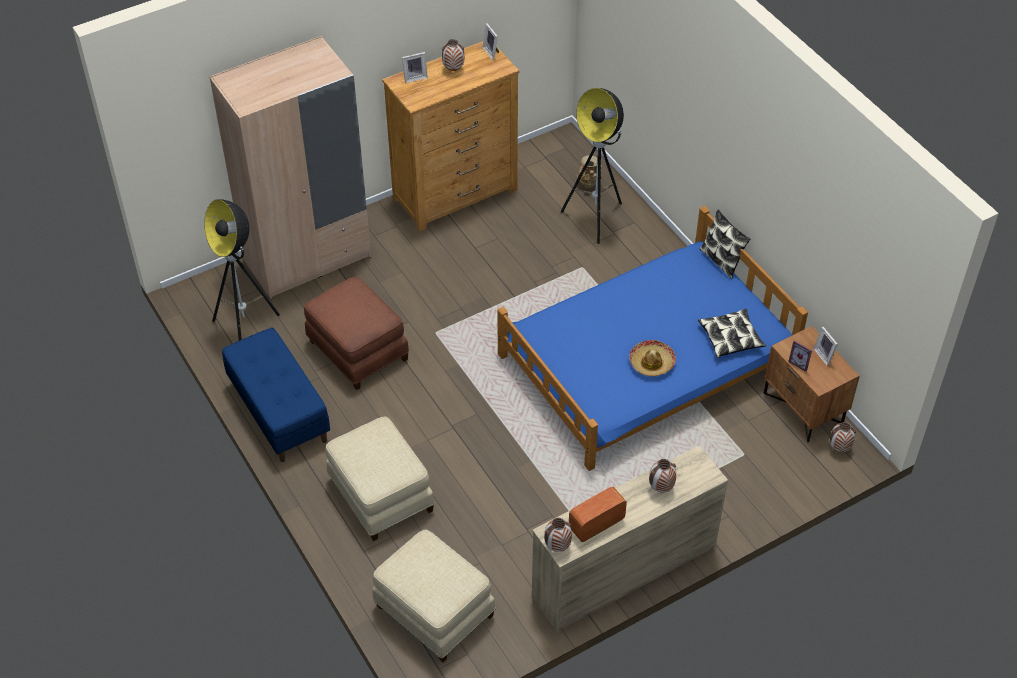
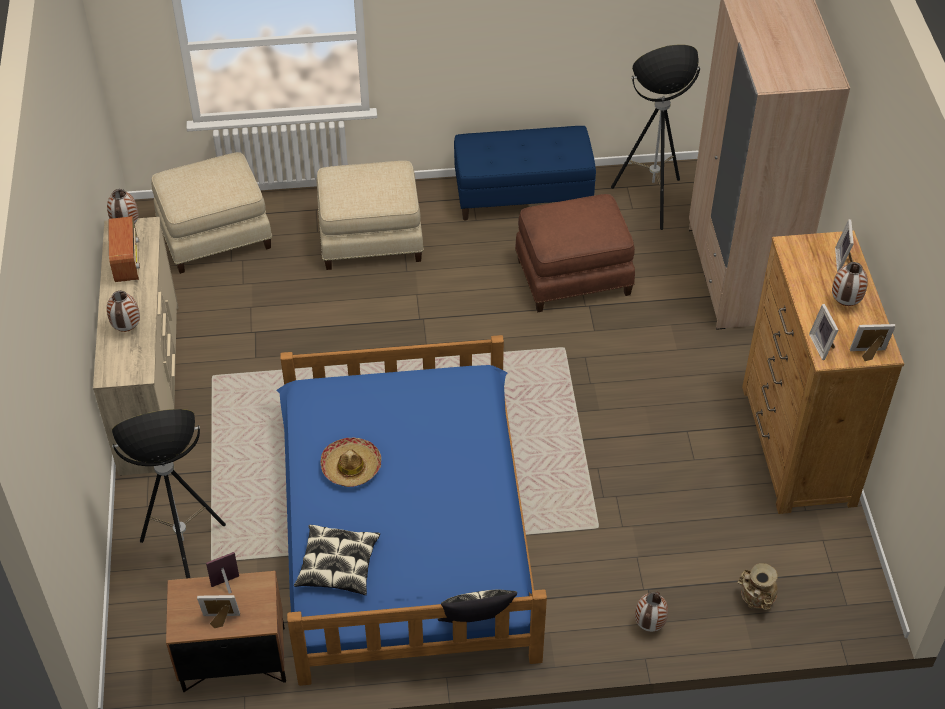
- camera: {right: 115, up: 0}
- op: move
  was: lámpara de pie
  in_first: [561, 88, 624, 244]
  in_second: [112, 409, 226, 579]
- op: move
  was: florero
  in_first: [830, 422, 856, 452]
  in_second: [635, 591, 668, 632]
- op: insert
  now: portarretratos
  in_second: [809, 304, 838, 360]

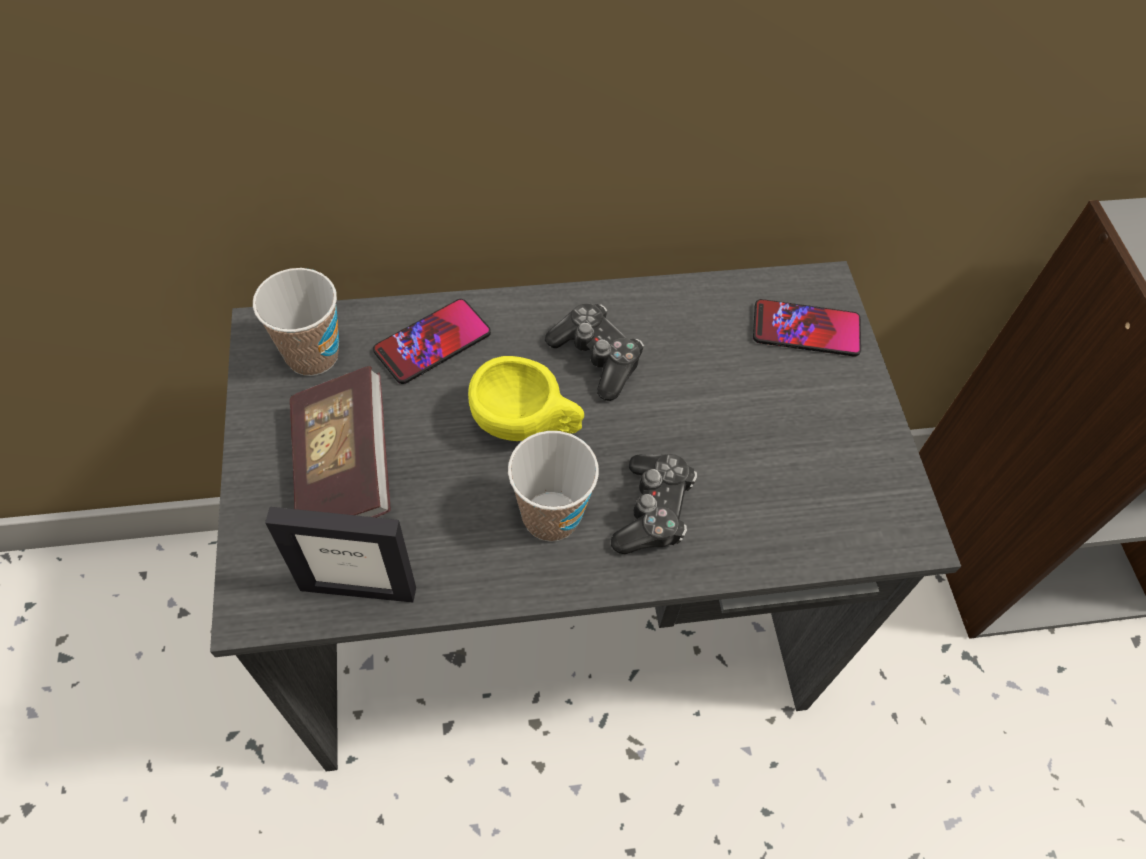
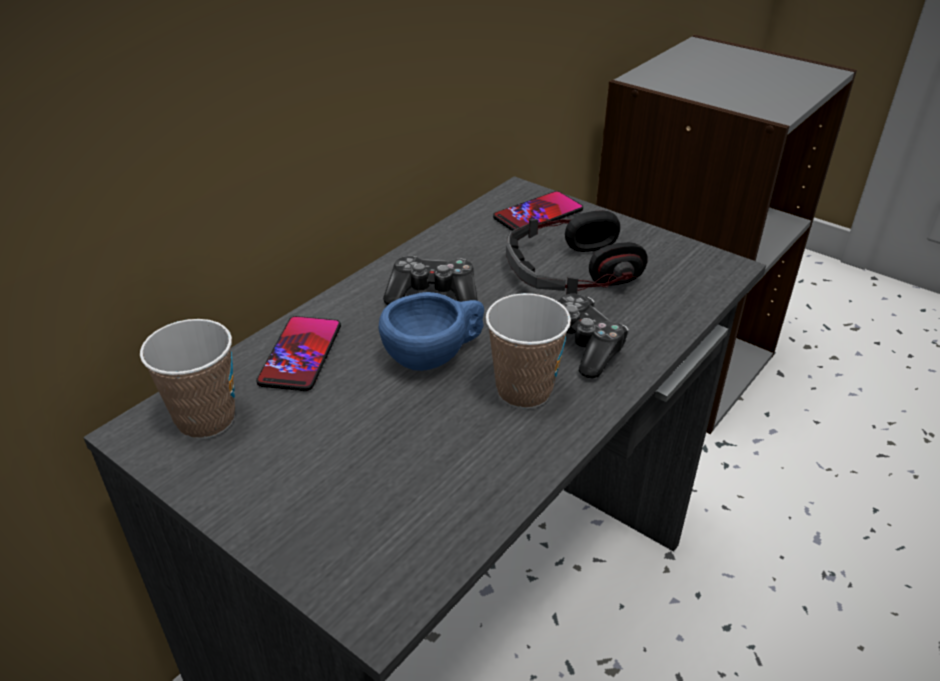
- camera: {right: -40, up: -20}
- op: recolor
  was: taza (amarillo)
  now: taza (azul)
  in_first: [468, 356, 584, 441]
  in_second: [379, 292, 484, 371]
- op: insert
  now: auriculares
  in_second: [506, 210, 648, 295]
- op: delete
  was: portarretratos
  in_first: [265, 507, 416, 603]
- op: delete
  was: libro
  in_first: [290, 366, 391, 518]

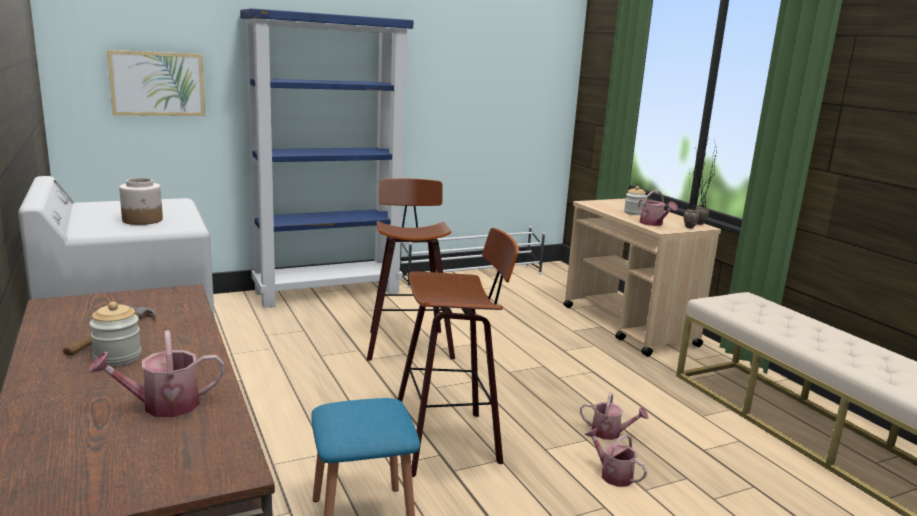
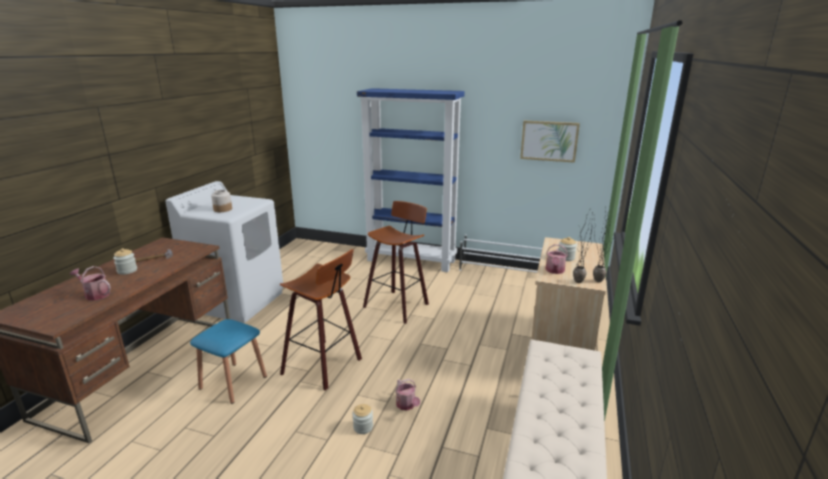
- camera: {right: 45, up: 5}
- op: replace
  was: regadera
  now: tarro
  in_first: [584, 428, 647, 487]
  in_second: [352, 404, 373, 434]
- op: move
  was: cuadro
  in_first: [107, 50, 205, 116]
  in_second: [520, 121, 580, 163]

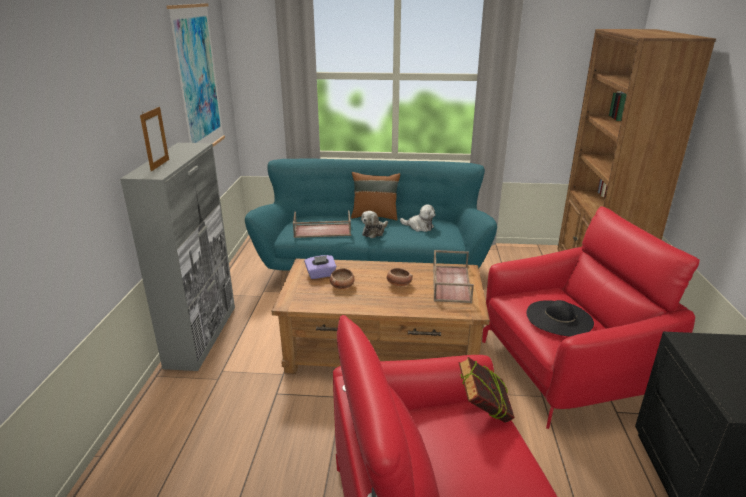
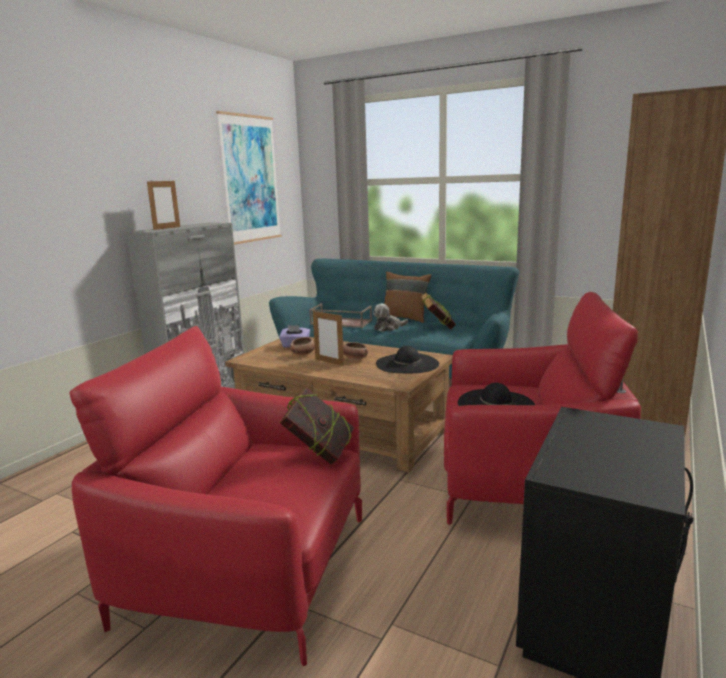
- camera: {right: 25, up: -10}
- op: insert
  now: portarretratos
  in_second: [313, 311, 344, 366]
- op: replace
  was: bandeja (marrón)
  now: sombrero (negro)
  in_first: [433, 250, 474, 303]
  in_second: [376, 346, 439, 373]
- op: replace
  was: peluche
  now: libro
  in_first: [400, 204, 435, 232]
  in_second: [421, 292, 456, 329]

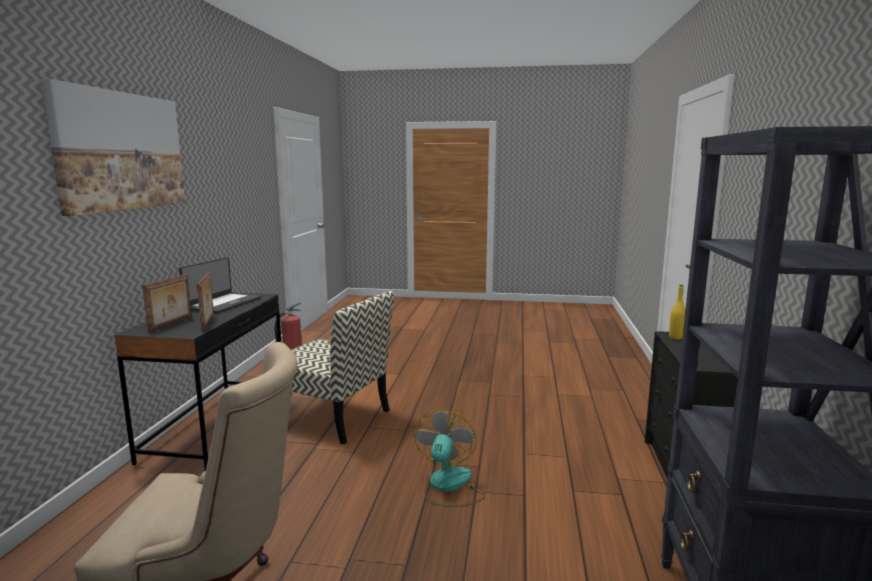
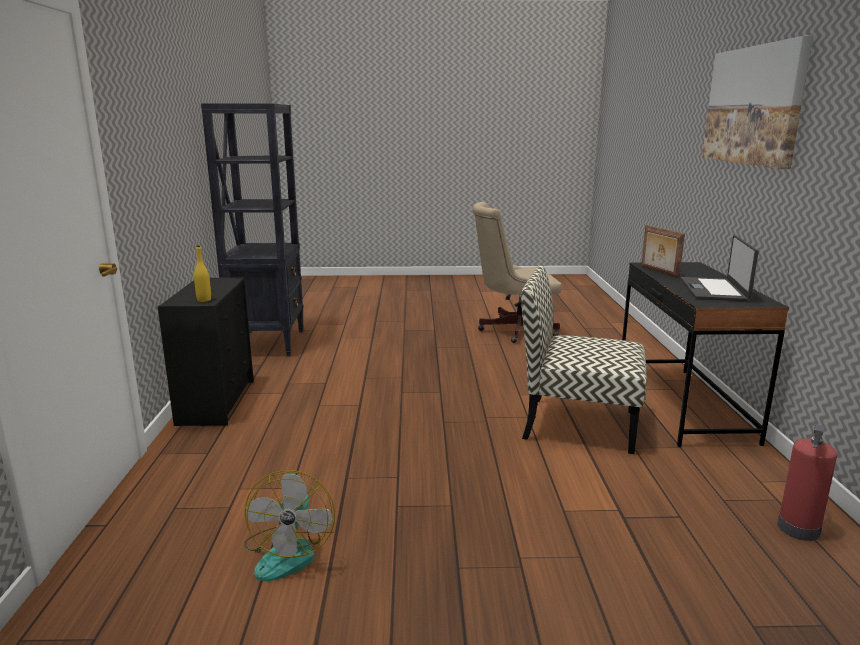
- camera: {right: 170, up: 5}
- op: move
  was: ventilador
  in_first: [413, 410, 485, 507]
  in_second: [244, 470, 335, 581]
- op: delete
  was: portarretratos
  in_first: [142, 274, 192, 332]

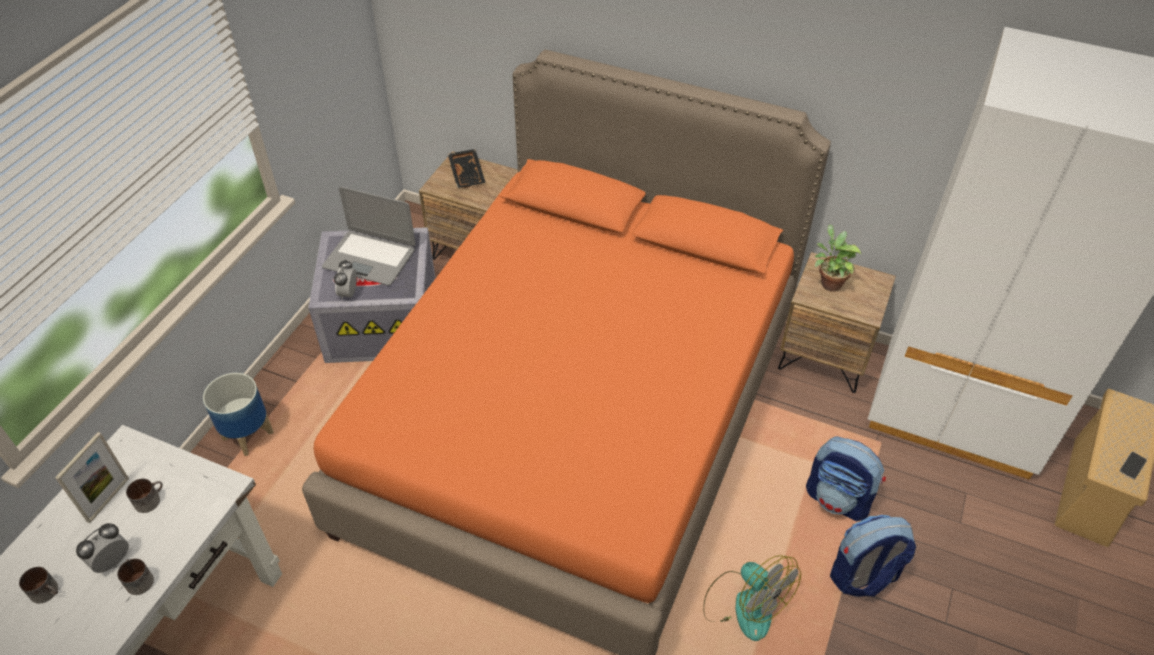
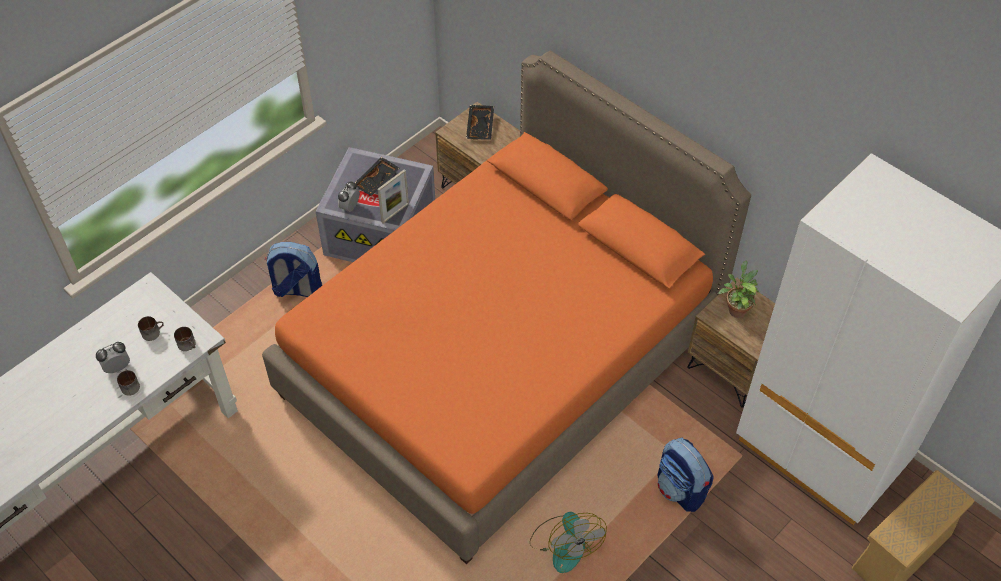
- camera: {right: 20, up: 5}
- op: move
  was: taza grande
  in_first: [19, 567, 58, 603]
  in_second: [174, 327, 196, 351]
- op: move
  was: mochila
  in_first: [830, 515, 916, 596]
  in_second: [265, 242, 322, 297]
- op: replace
  was: portátil
  now: bandeja (negro)
  in_first: [322, 187, 416, 285]
  in_second: [355, 157, 400, 196]
- op: move
  was: portarretratos
  in_first: [55, 432, 129, 523]
  in_second: [377, 169, 409, 223]
- op: delete
  was: maceta
  in_first: [203, 373, 273, 456]
- op: delete
  was: móvil
  in_first: [1119, 452, 1147, 480]

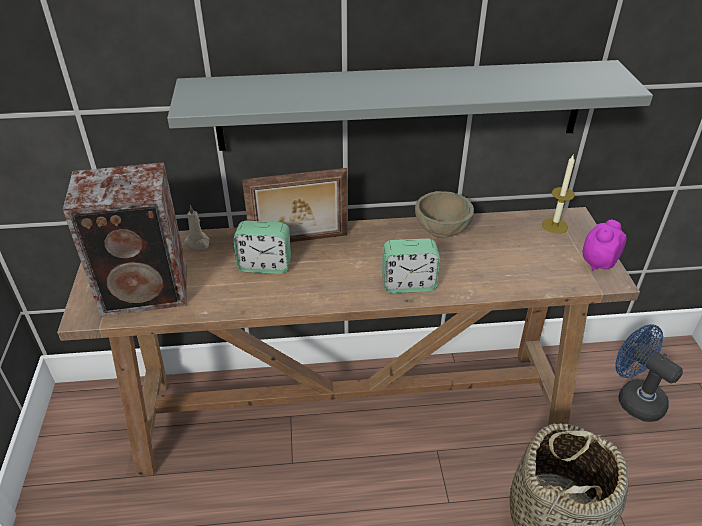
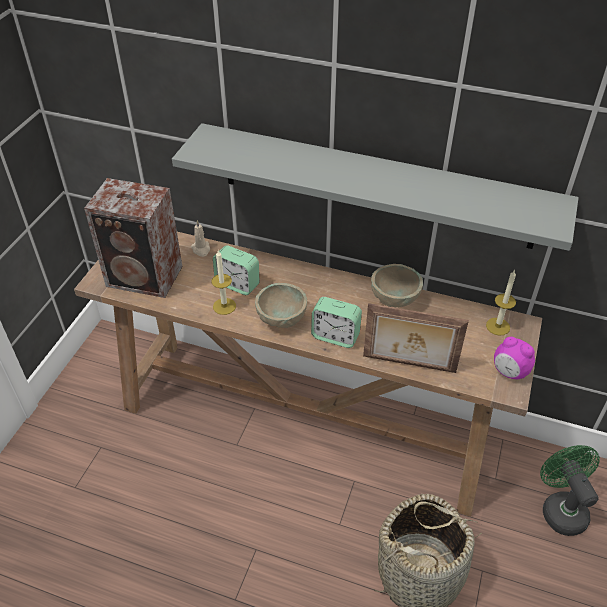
- camera: {right: 25, up: 5}
- op: insert
  now: vela
  in_second: [212, 250, 236, 315]
- op: insert
  now: cuenco (beis)
  in_second: [255, 283, 307, 328]
- op: move
  was: portarretratos
  in_first: [242, 168, 348, 242]
  in_second: [363, 303, 469, 373]
- op: rotate
  was: despertador
  in_first: [583, 220, 627, 271]
  in_second: [494, 337, 535, 379]
  clockwise: -120
- op: recolor
  was: ventilador (azul)
  now: ventilador (verde)
  in_first: [615, 324, 683, 422]
  in_second: [540, 445, 600, 536]

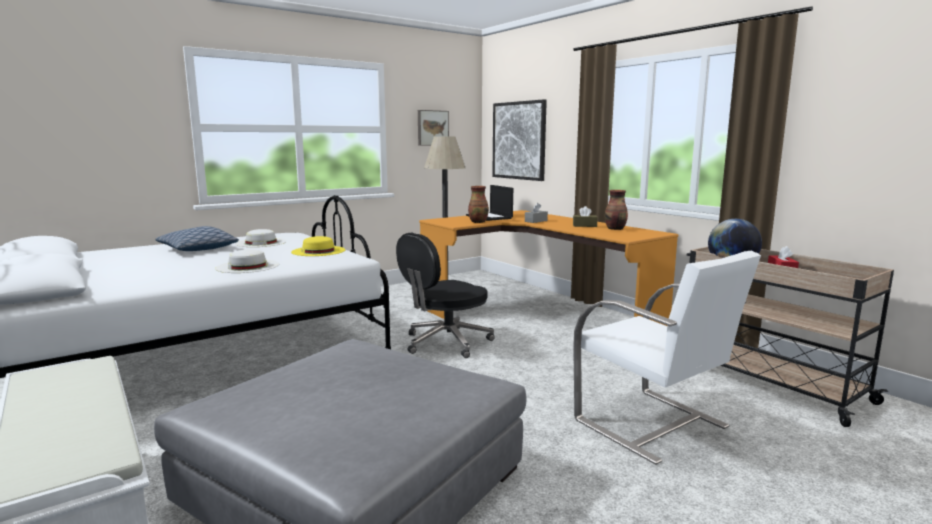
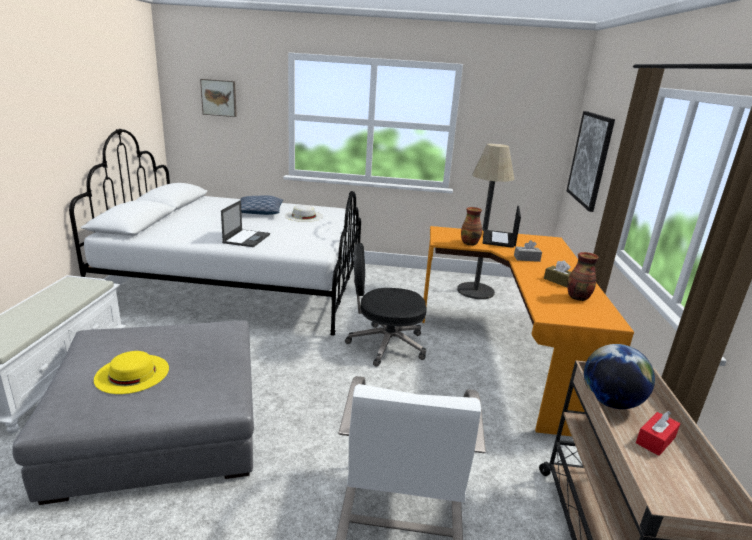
- camera: {right: 40, up: 10}
- op: move
  was: sombrero (amarillo)
  in_first: [291, 236, 345, 256]
  in_second: [94, 351, 169, 394]
- op: move
  was: cuadro
  in_first: [418, 110, 449, 146]
  in_second: [200, 79, 237, 117]
- op: replace
  was: sombrero (blanco)
  now: portátil
  in_first: [215, 249, 279, 273]
  in_second: [221, 200, 270, 247]

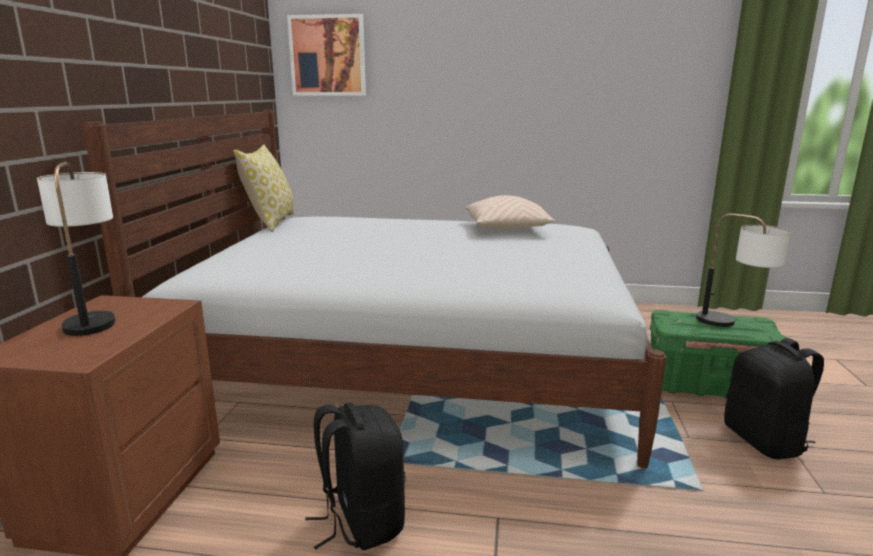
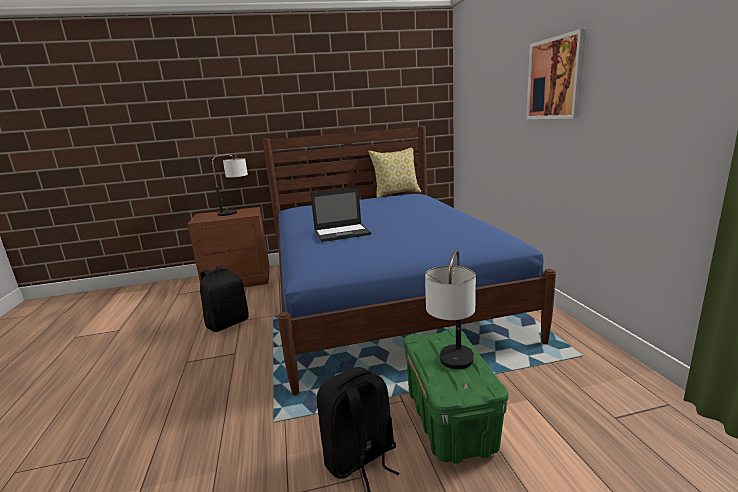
- camera: {right: 70, up: 0}
- op: recolor
  was: cama (blanco)
  now: cama (azul)
  in_first: [83, 109, 666, 468]
  in_second: [263, 126, 556, 395]
- op: insert
  now: portátil
  in_second: [311, 188, 371, 242]
- op: move
  was: cuadro
  in_first: [287, 14, 366, 96]
  in_second: [526, 29, 586, 119]
- op: delete
  was: cojín (beis)
  in_first: [465, 195, 555, 229]

